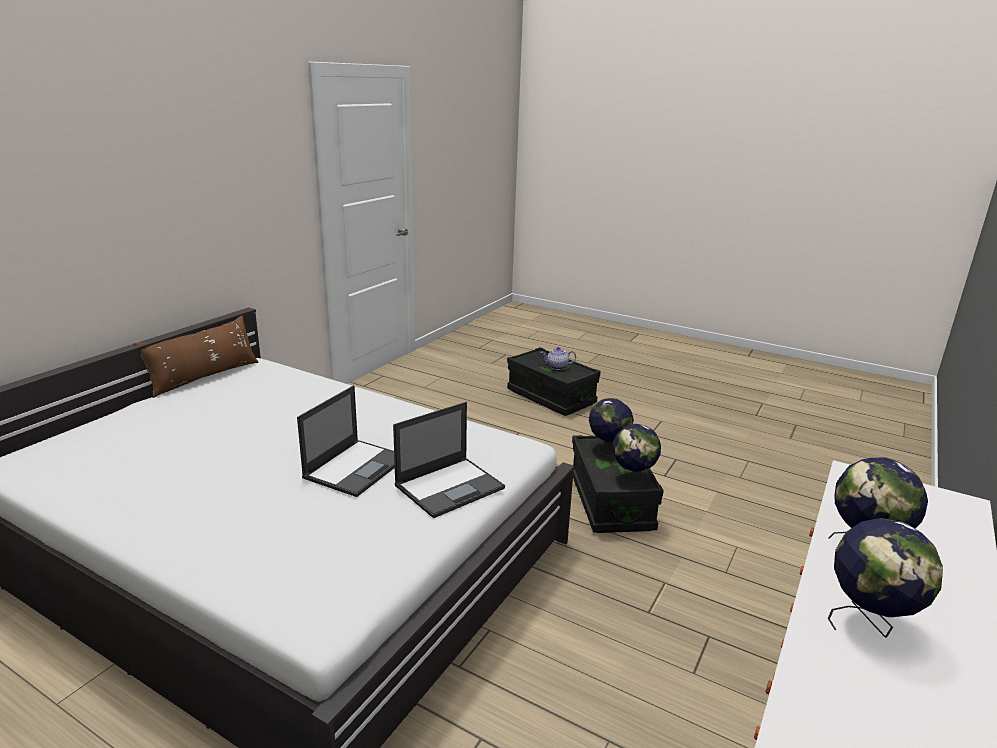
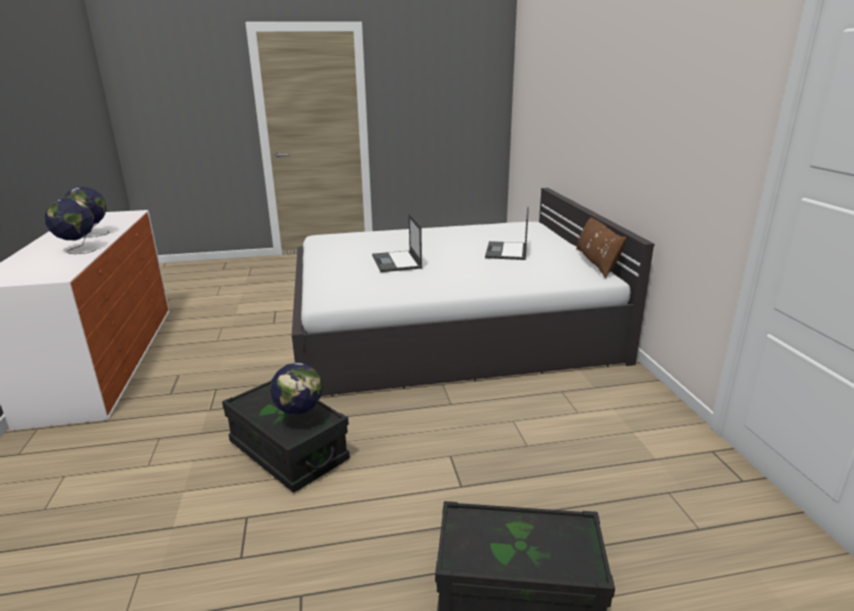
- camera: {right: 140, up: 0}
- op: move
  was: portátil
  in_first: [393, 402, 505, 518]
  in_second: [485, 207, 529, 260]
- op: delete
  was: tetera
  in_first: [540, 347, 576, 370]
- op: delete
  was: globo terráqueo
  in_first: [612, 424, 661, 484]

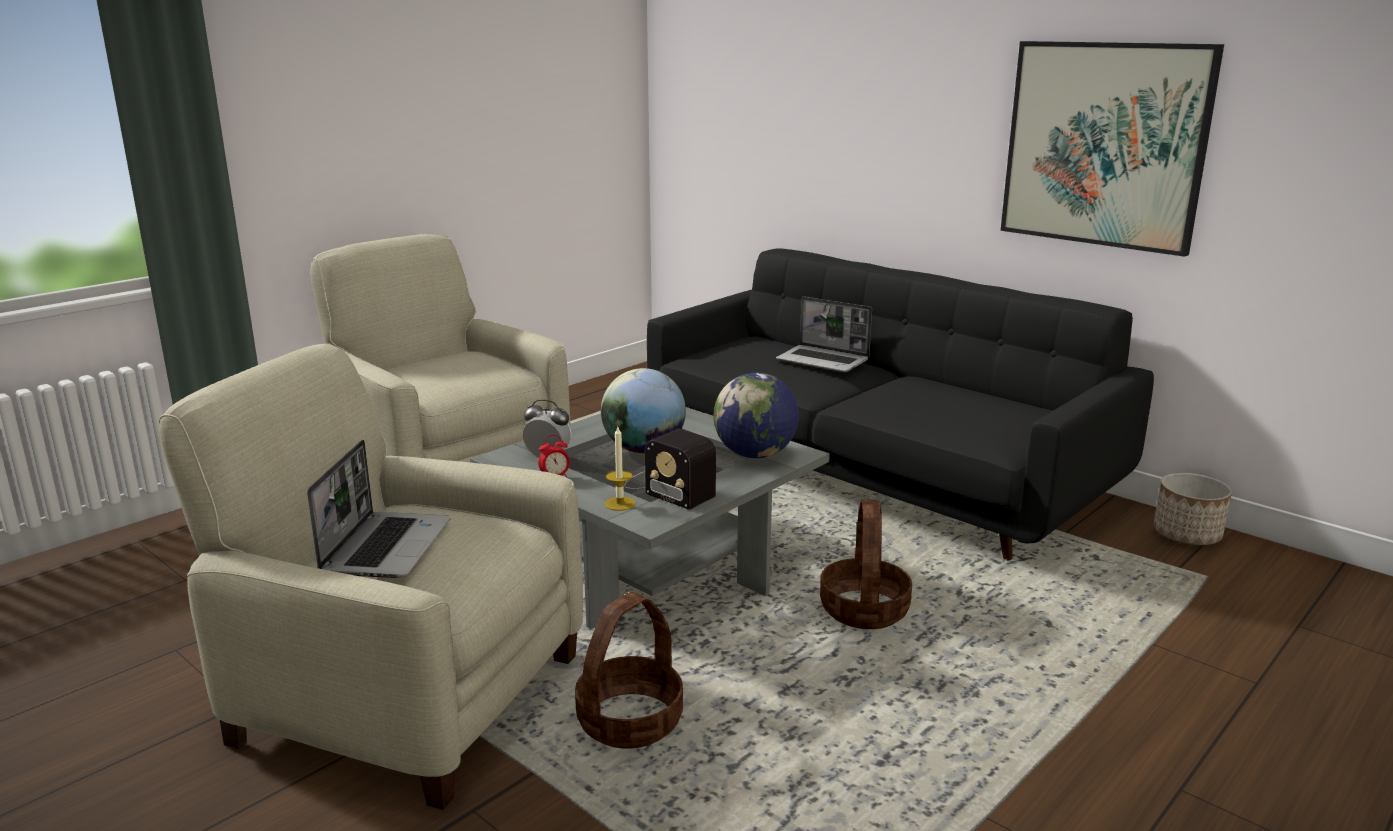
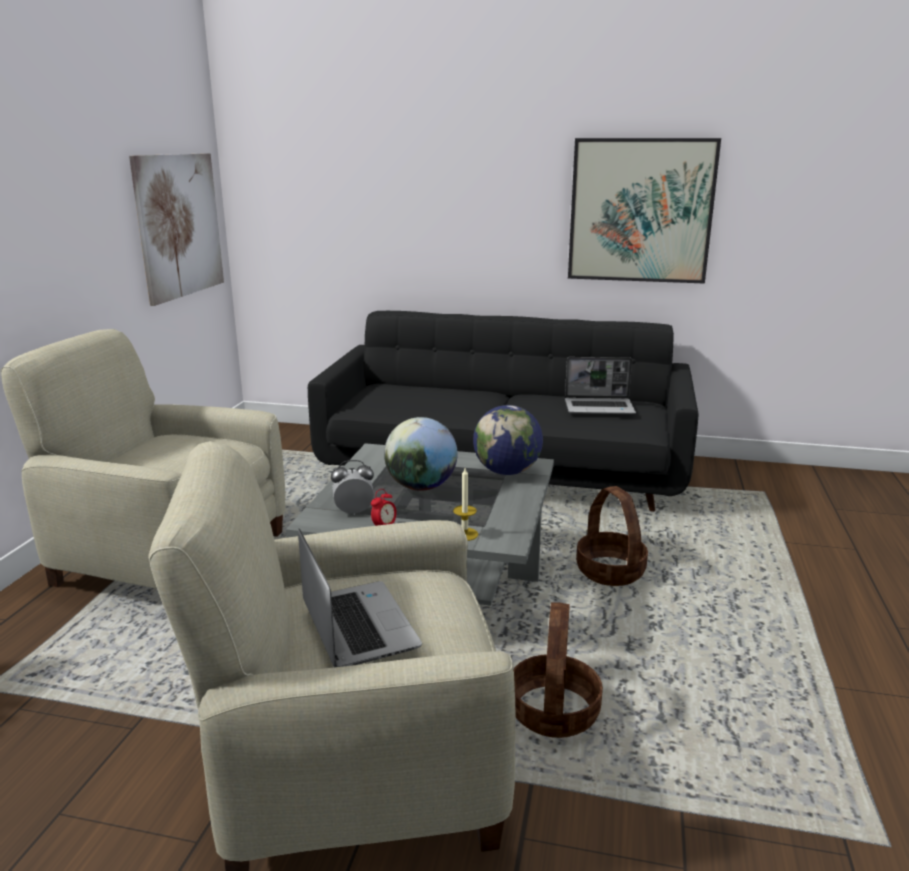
- camera: {right: -30, up: 0}
- op: insert
  now: cuadro
  in_second: [129, 153, 224, 306]
- op: move
  was: portátil
  in_first: [776, 296, 872, 372]
  in_second: [565, 357, 636, 414]
- op: delete
  was: radio
  in_first: [624, 429, 716, 510]
- op: delete
  was: maceta
  in_first: [1154, 473, 1232, 545]

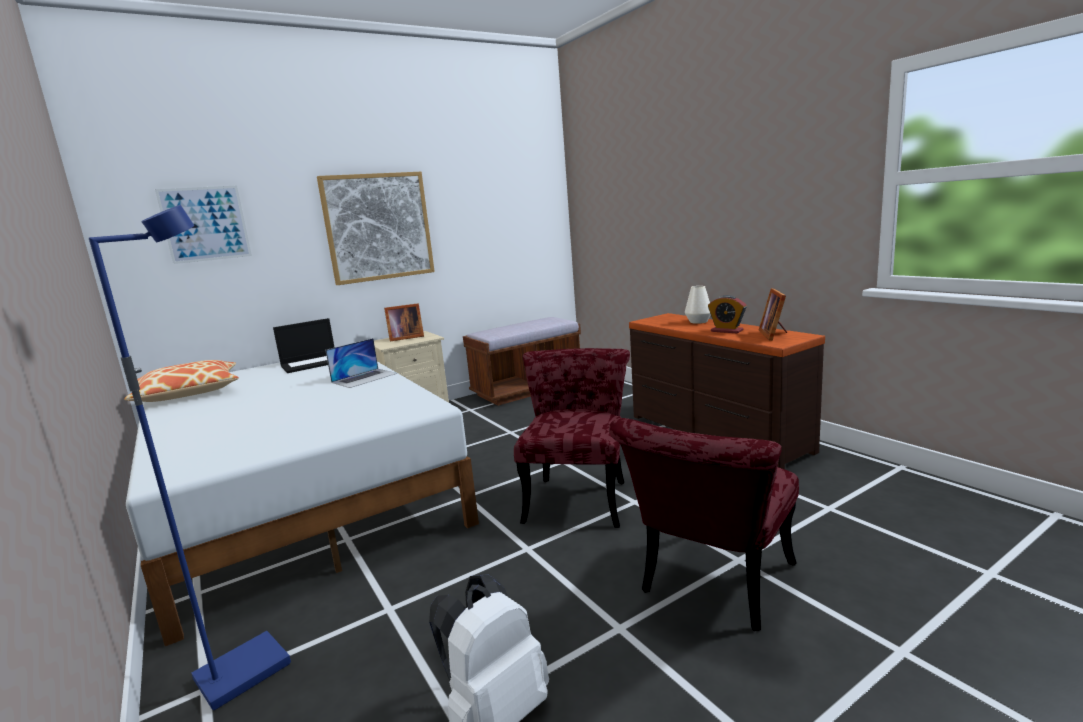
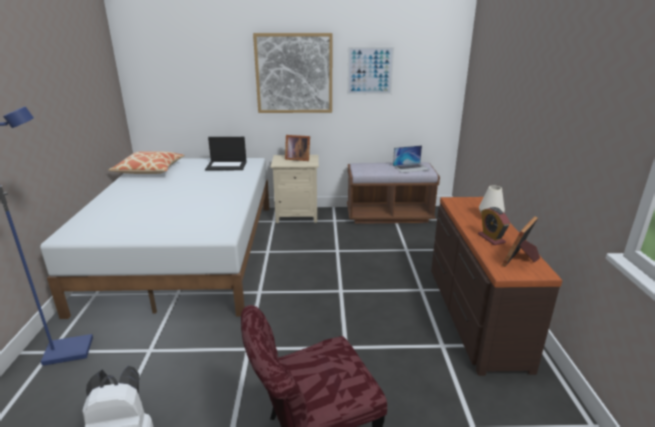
- camera: {right: 30, up: 10}
- op: move
  was: cuadro
  in_first: [155, 186, 252, 264]
  in_second: [347, 47, 394, 94]
- op: move
  was: portátil
  in_first: [325, 338, 397, 388]
  in_second: [393, 145, 430, 173]
- op: delete
  was: silla (rojo)
  in_first: [514, 348, 630, 528]

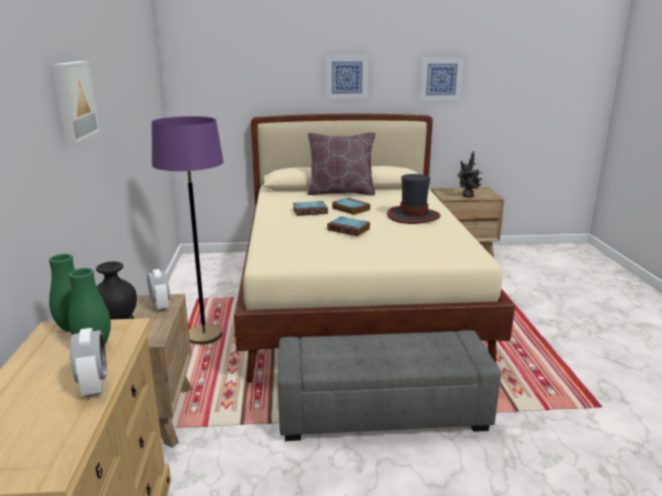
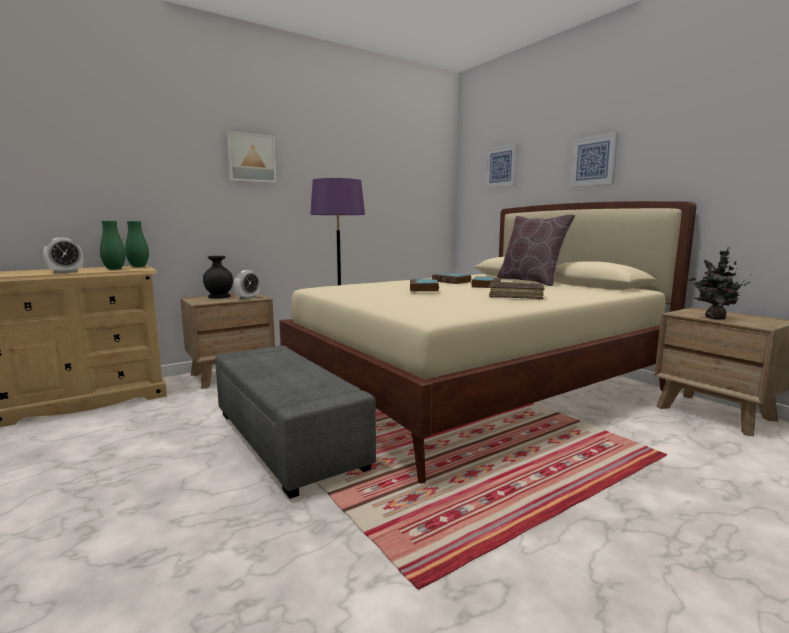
- camera: {right: 60, up: -10}
- op: move
  was: cuadro
  in_first: [420, 57, 464, 101]
  in_second: [485, 143, 518, 188]
- op: replace
  was: sombrero
  now: libro (marrón)
  in_first: [387, 174, 441, 224]
  in_second: [489, 281, 545, 300]

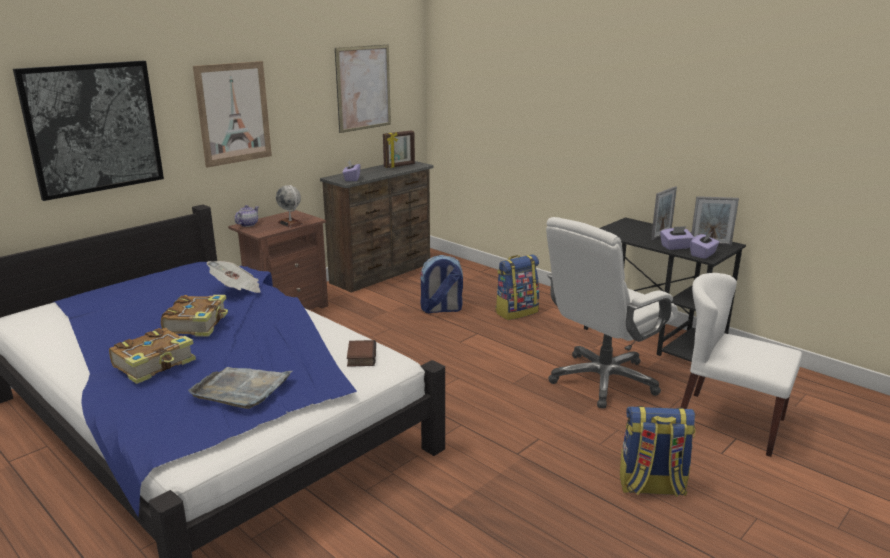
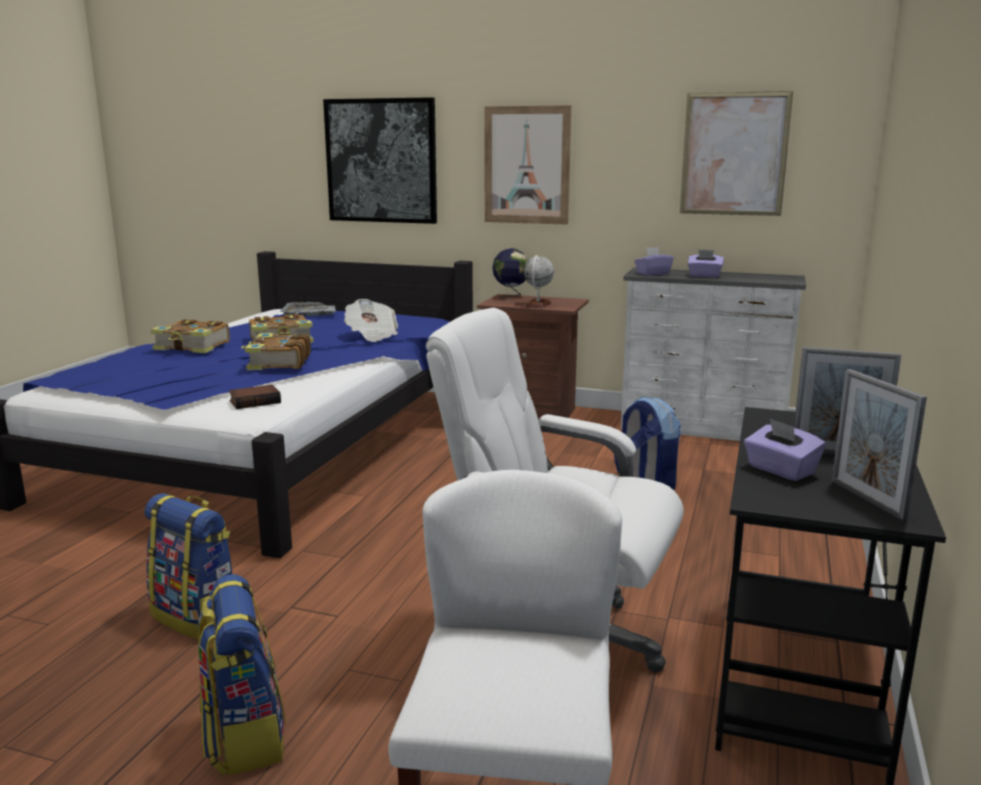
- camera: {right: 65, up: -5}
- op: move
  was: mochila
  in_first: [496, 255, 539, 320]
  in_second: [144, 493, 232, 639]
- op: insert
  now: libro
  in_second: [241, 333, 311, 370]
- op: move
  was: bandeja (gris)
  in_first: [188, 367, 293, 409]
  in_second: [280, 302, 336, 316]
- op: replace
  was: tetera
  now: globo terráqueo
  in_first: [235, 205, 259, 227]
  in_second: [493, 248, 529, 300]
- op: recolor
  was: cómoda (marrón)
  now: cómoda (blanco)
  in_first: [320, 161, 433, 293]
  in_second: [621, 268, 806, 441]
- op: move
  was: caja de pañuelos (morado)
  in_first: [690, 232, 720, 259]
  in_second: [688, 250, 724, 278]
- op: delete
  was: portarretratos
  in_first: [383, 131, 415, 168]

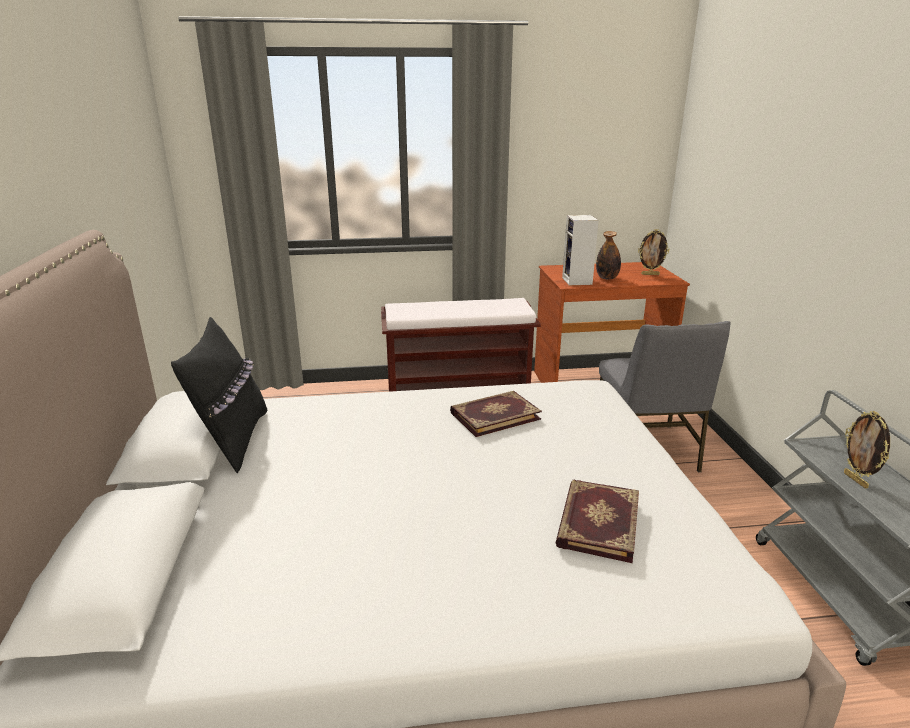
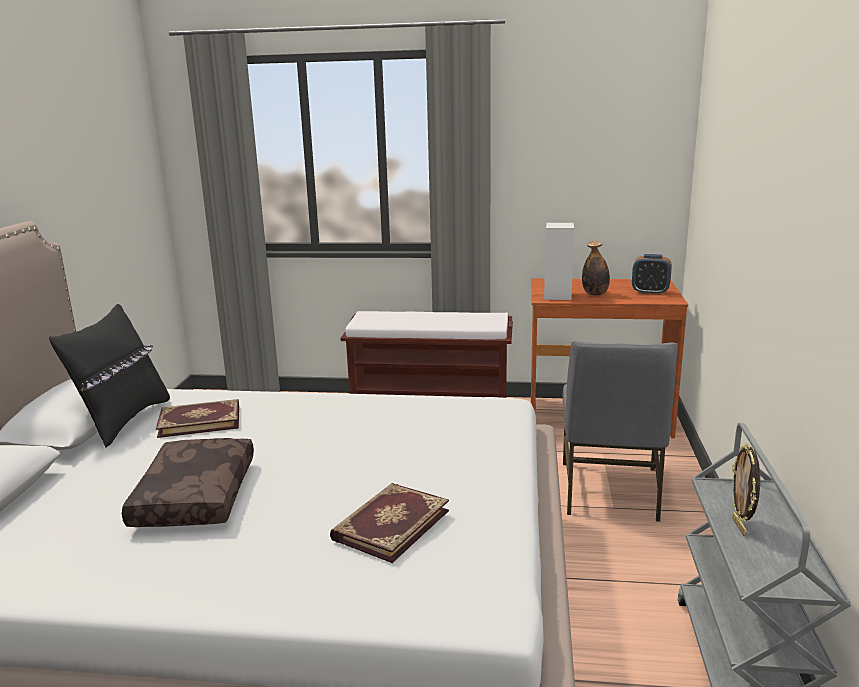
- camera: {right: 15, up: -5}
- op: insert
  now: cojín (marrón)
  in_second: [122, 438, 254, 527]
- op: move
  was: libro
  in_first: [450, 391, 542, 437]
  in_second: [156, 399, 239, 438]
- op: replace
  was: portarretratos
  now: despertador
  in_first: [638, 229, 669, 275]
  in_second: [632, 254, 672, 295]

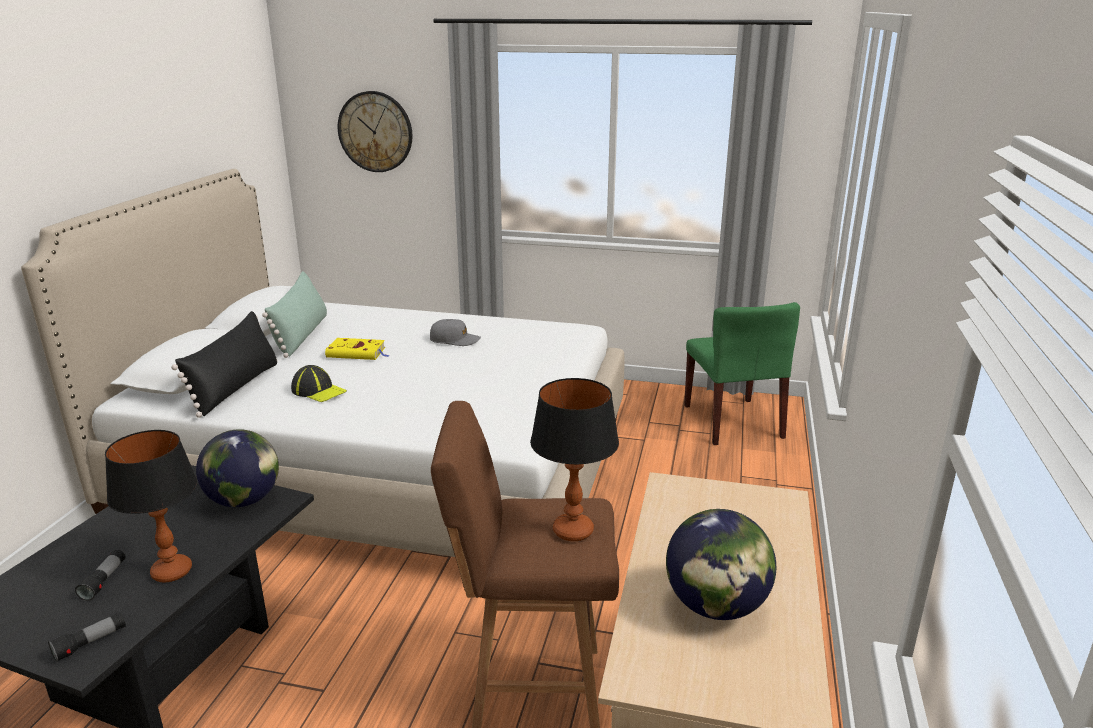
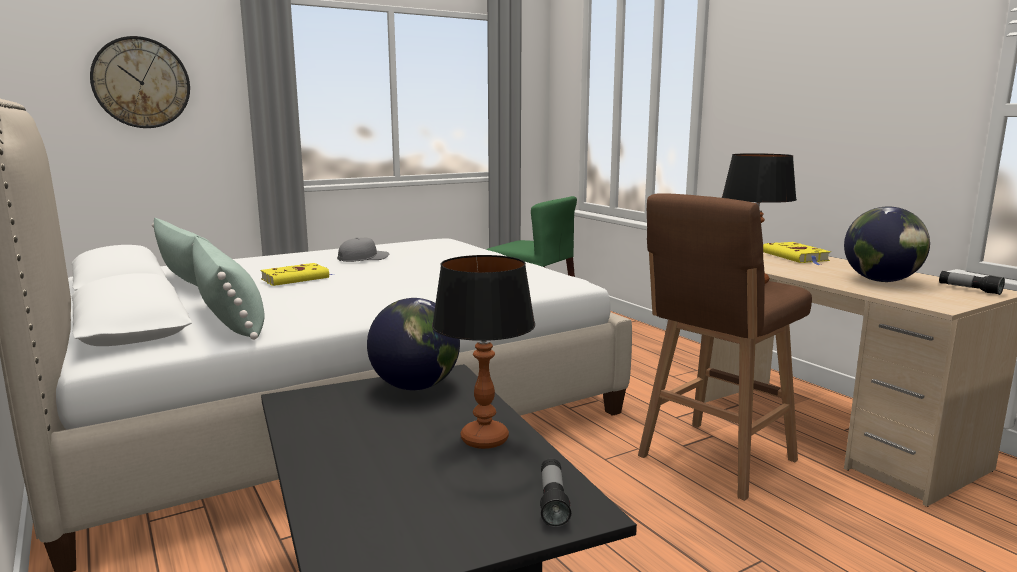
- camera: {right: -45, up: -10}
- op: recolor
  was: cojín (negro)
  now: cojín (verde)
  in_first: [171, 311, 278, 418]
  in_second: [192, 236, 265, 340]
- op: insert
  now: libro (amarillo)
  in_second: [763, 242, 831, 265]
- op: move
  was: linterna
  in_first: [75, 550, 125, 601]
  in_second: [939, 271, 1005, 295]
- op: delete
  was: gorra
  in_first: [291, 365, 347, 402]

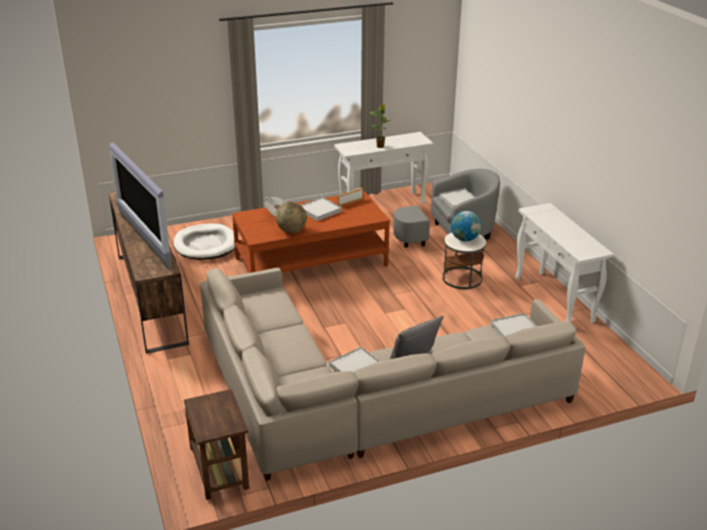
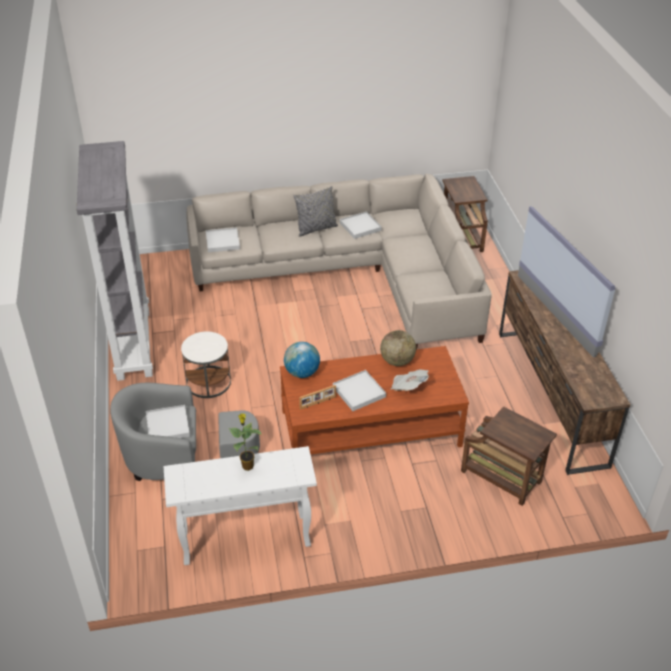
- camera: {right: -170, up: 10}
- op: replace
  was: mesa consola (blanco)
  now: estantería (gris)
  in_first: [515, 203, 614, 323]
  in_second: [77, 141, 153, 381]
- op: move
  was: globo terráqueo
  in_first: [451, 211, 482, 241]
  in_second: [284, 342, 320, 378]
- op: replace
  was: cama para perro (blanco)
  now: mesa auxiliar (marrón)
  in_first: [174, 224, 235, 260]
  in_second: [461, 407, 557, 506]

